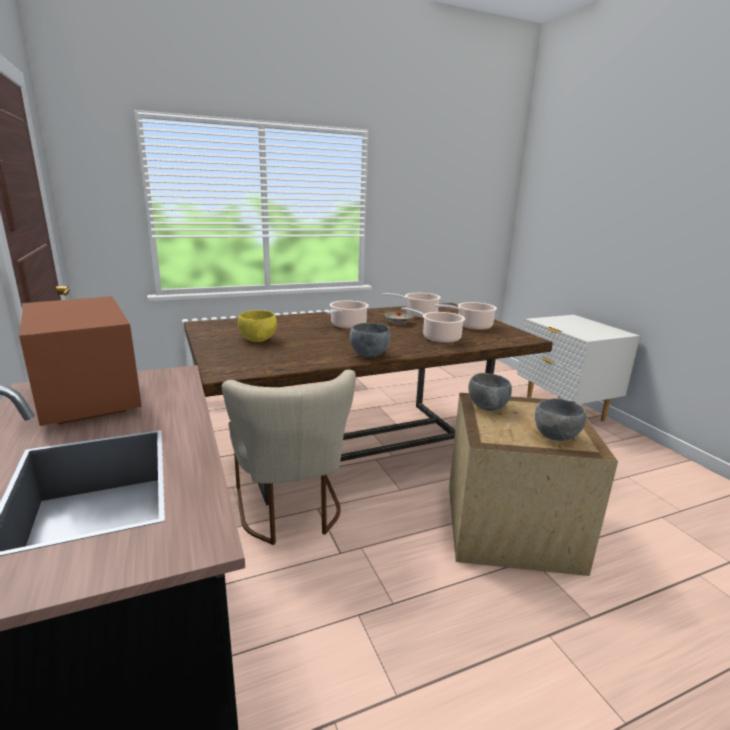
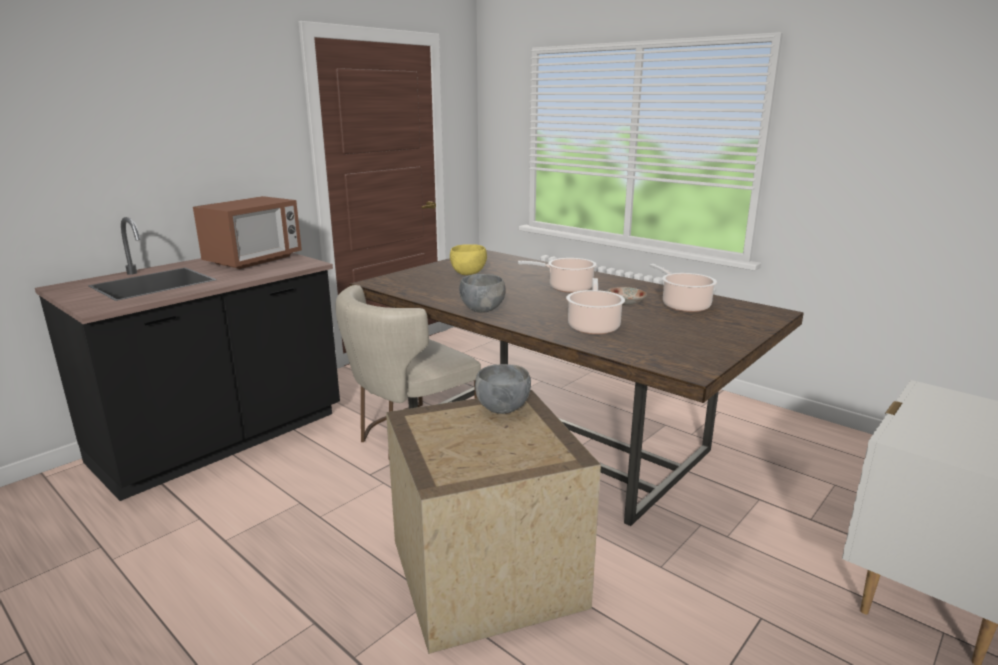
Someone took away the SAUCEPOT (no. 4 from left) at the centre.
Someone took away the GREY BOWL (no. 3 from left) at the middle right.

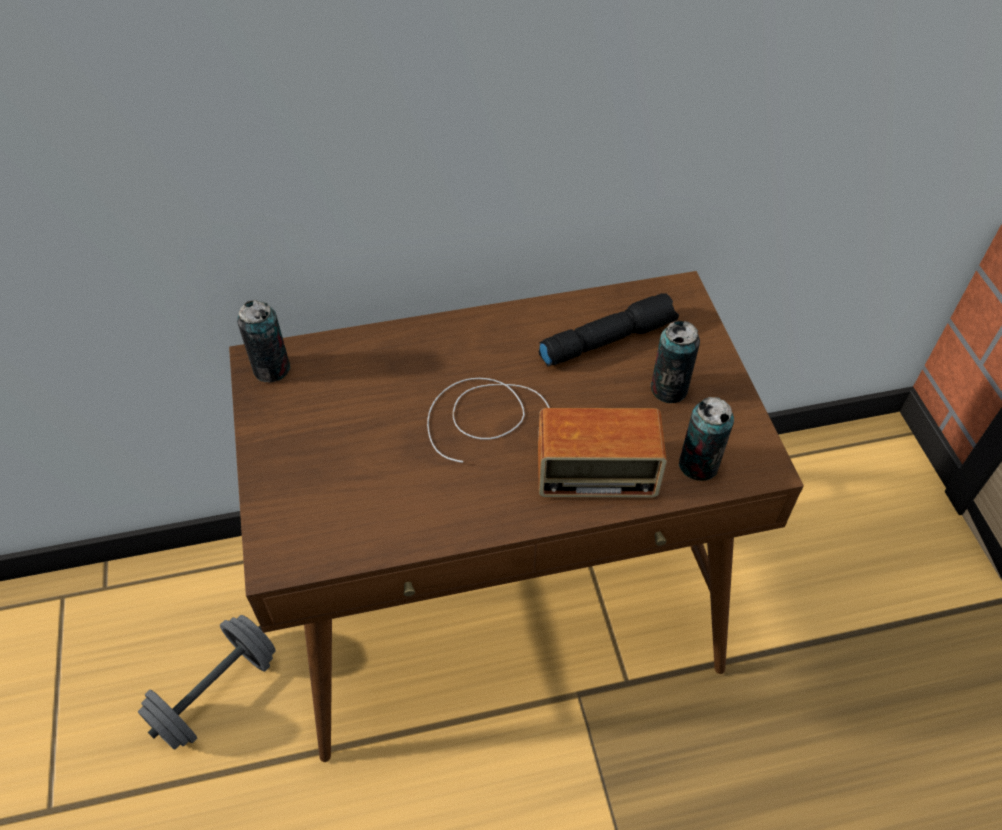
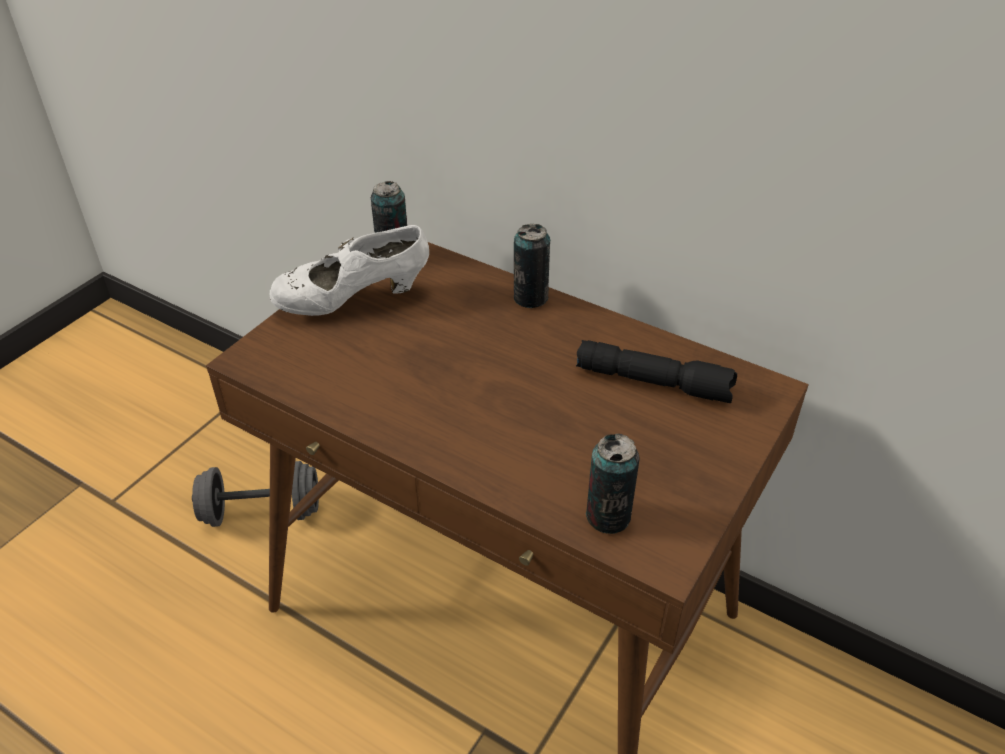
Someone carried the METAL CAN (no. 2 from left) from the middle right to the centre.
Someone took away the RADIO at the centre.
Someone put down the WHITE SHOE at the centre.

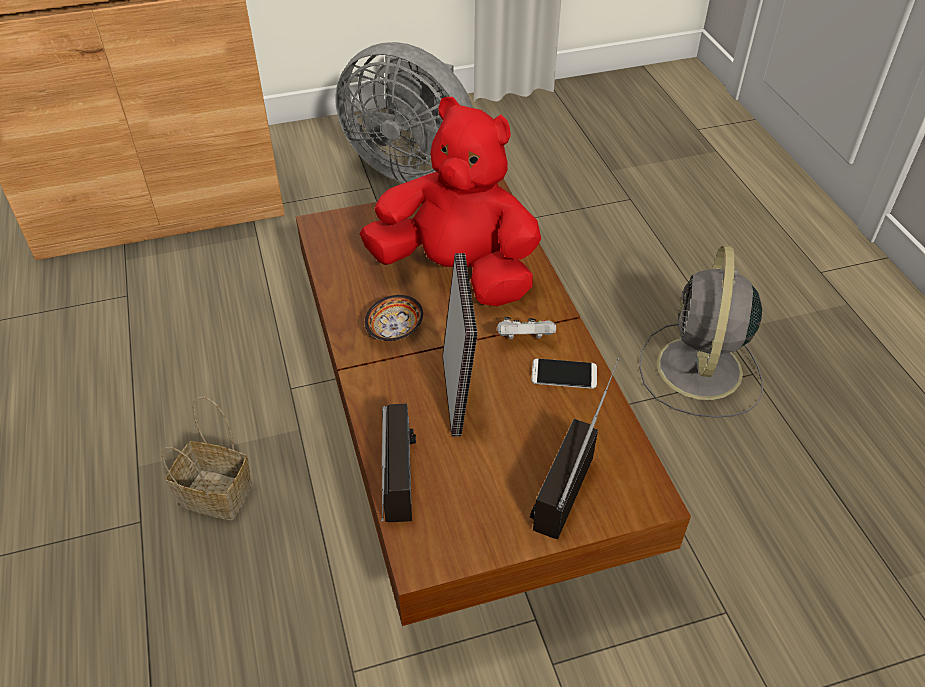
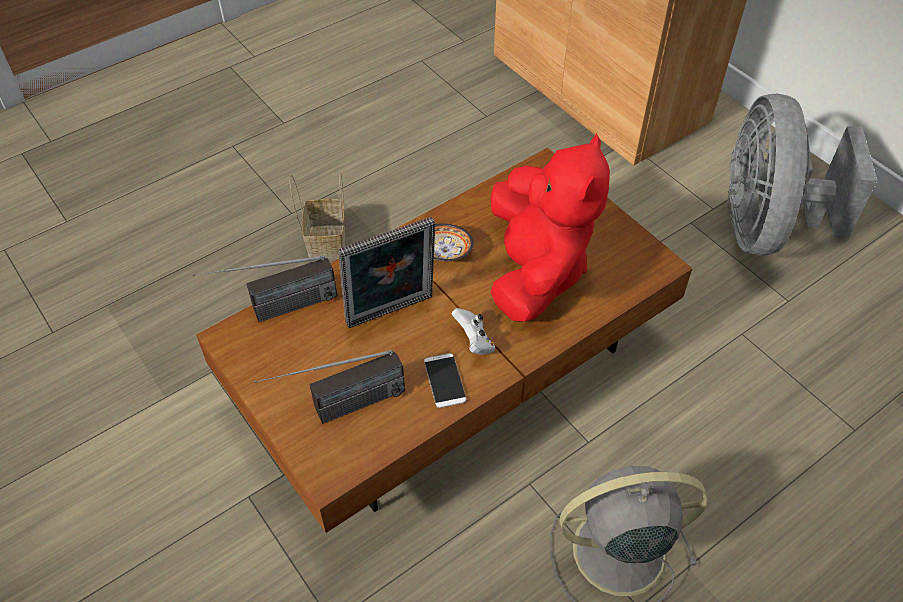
Someone rotated the RADIO (no. 2 from left) at the centre by 150 degrees clockwise.

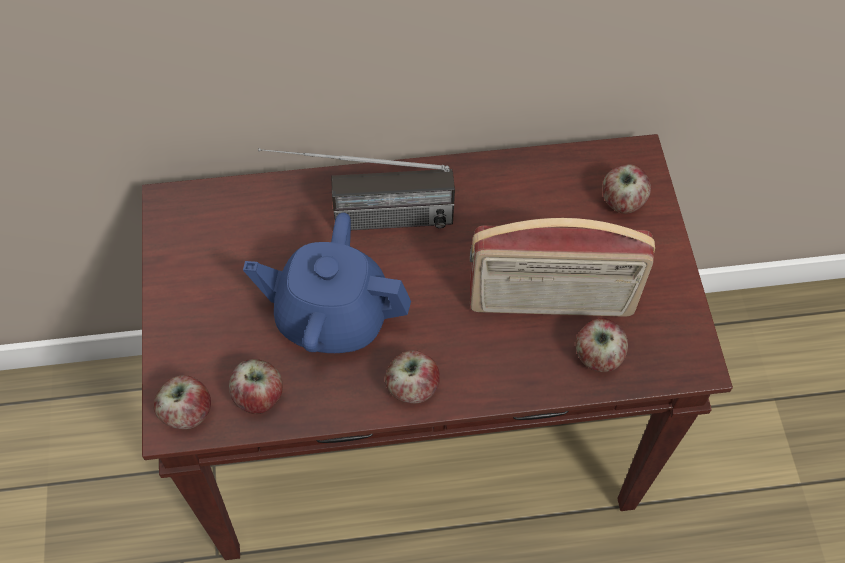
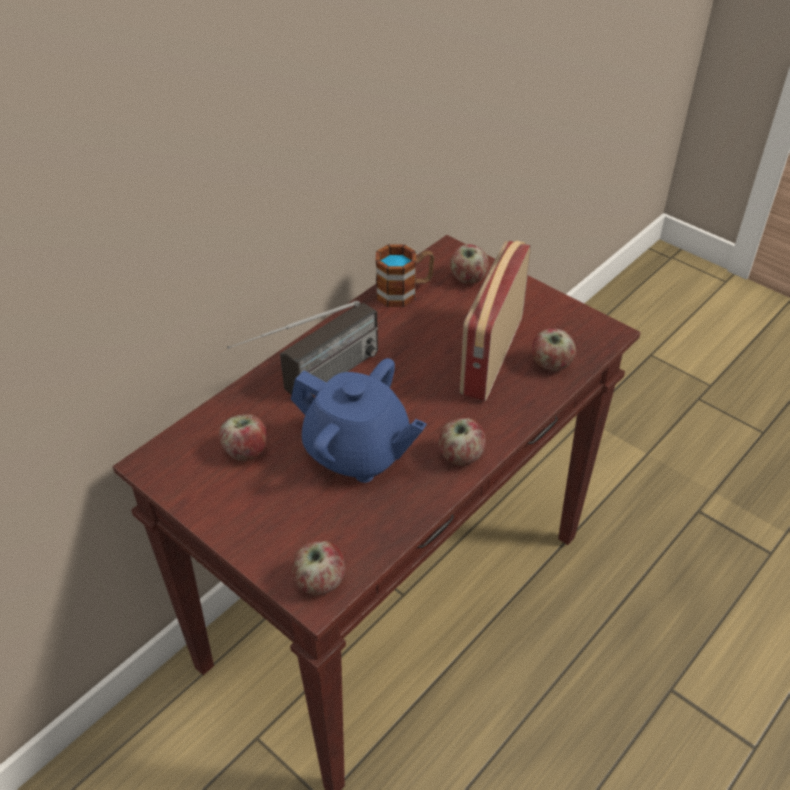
Someone rotated the BLUE-COLOURED TEAPOT at the centre by 120 degrees counterclockwise.
Someone rotated the RADIO (no. 2 from left) at the centre by 150 degrees clockwise.
Someone carried the APPLE (no. 2 from left in the first image) from the bottom left to the middle left.
Someone put down the COFFEE MUG at the centre.

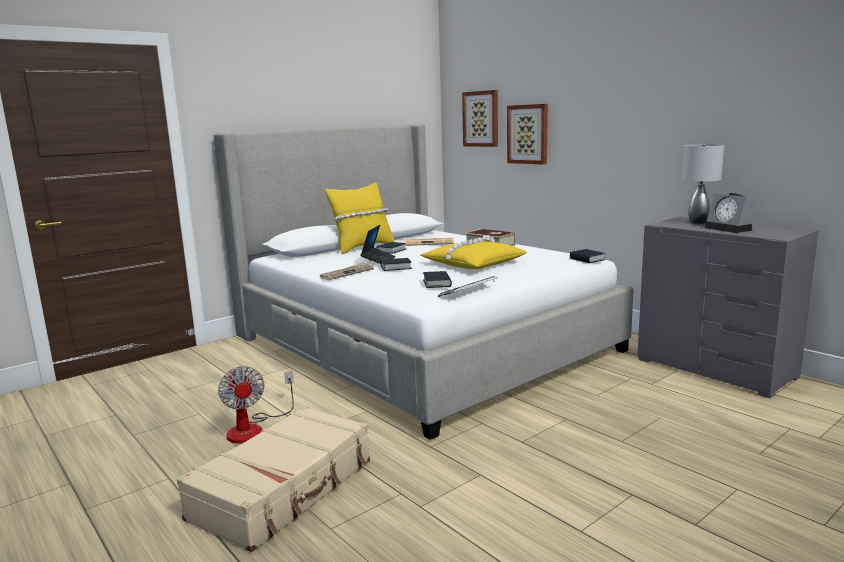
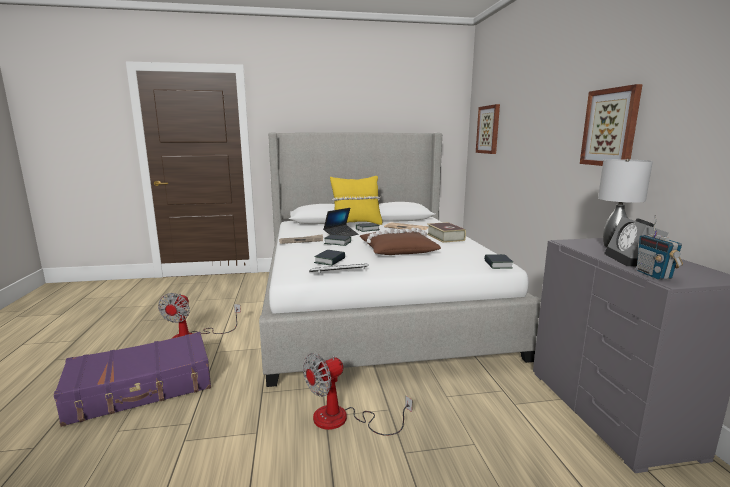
Someone carried the PICTURE (no. 2 from left) from the top centre to the top right.
Someone repainted the YELLOWISH CUSHION (no. 2 from left) at the centre, which became the BROWN CUSHION at the centre.
Someone repainted the BEIGE SUITCASE at the bottom left, which became the PURPLISH SUITCASE at the bottom left.
Someone put down the RADIO at the middle right.
Someone put down the COOLING FAN (no. 2 from left) at the bottom centre.

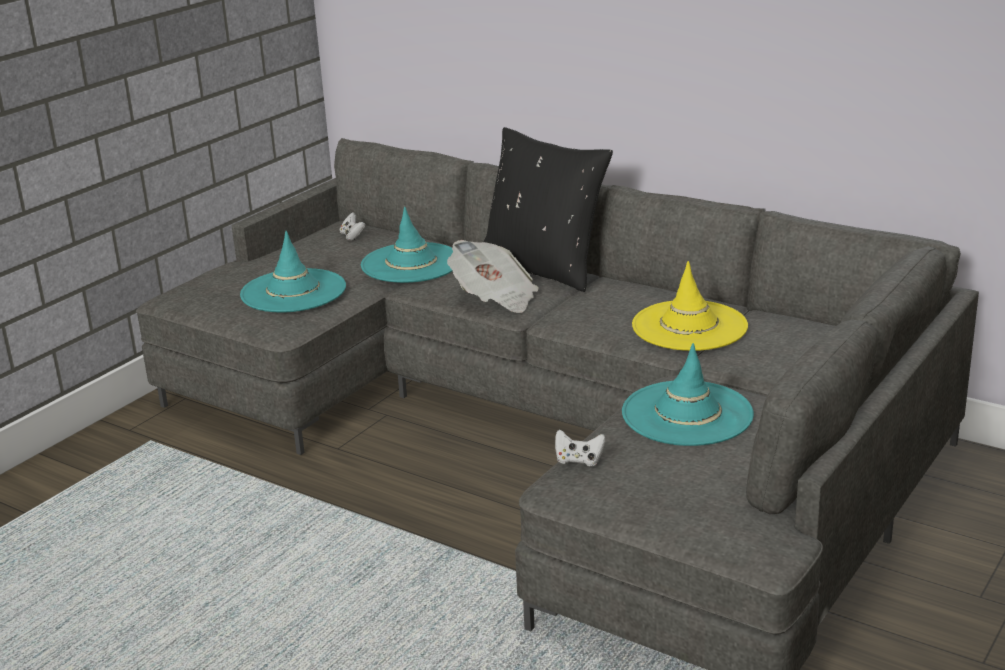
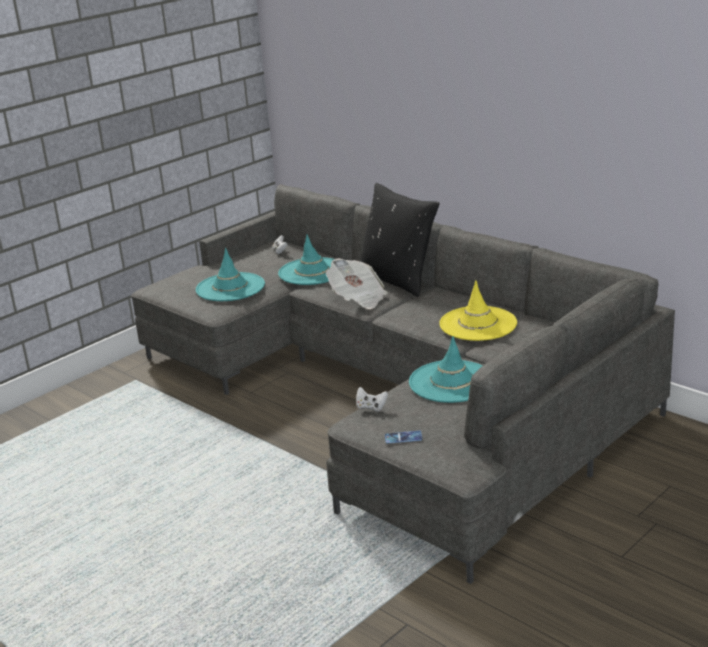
Someone put down the PHONE at the bottom centre.

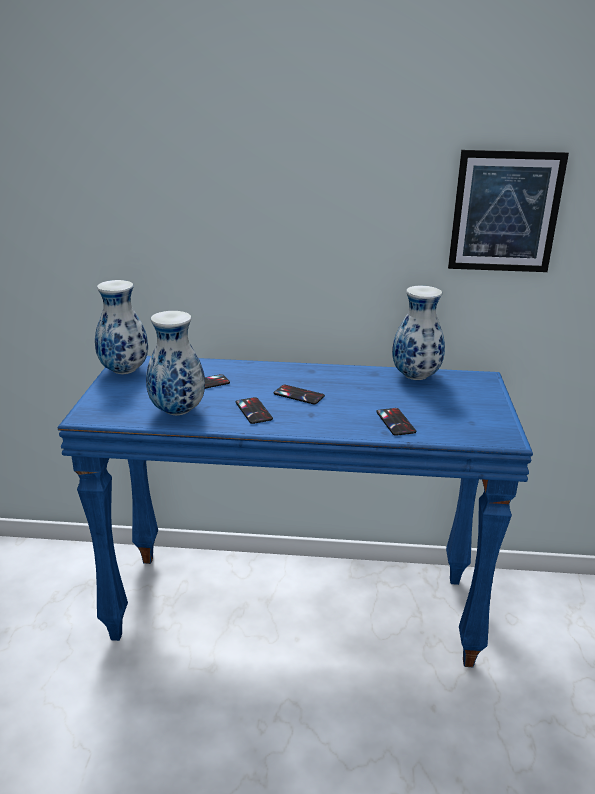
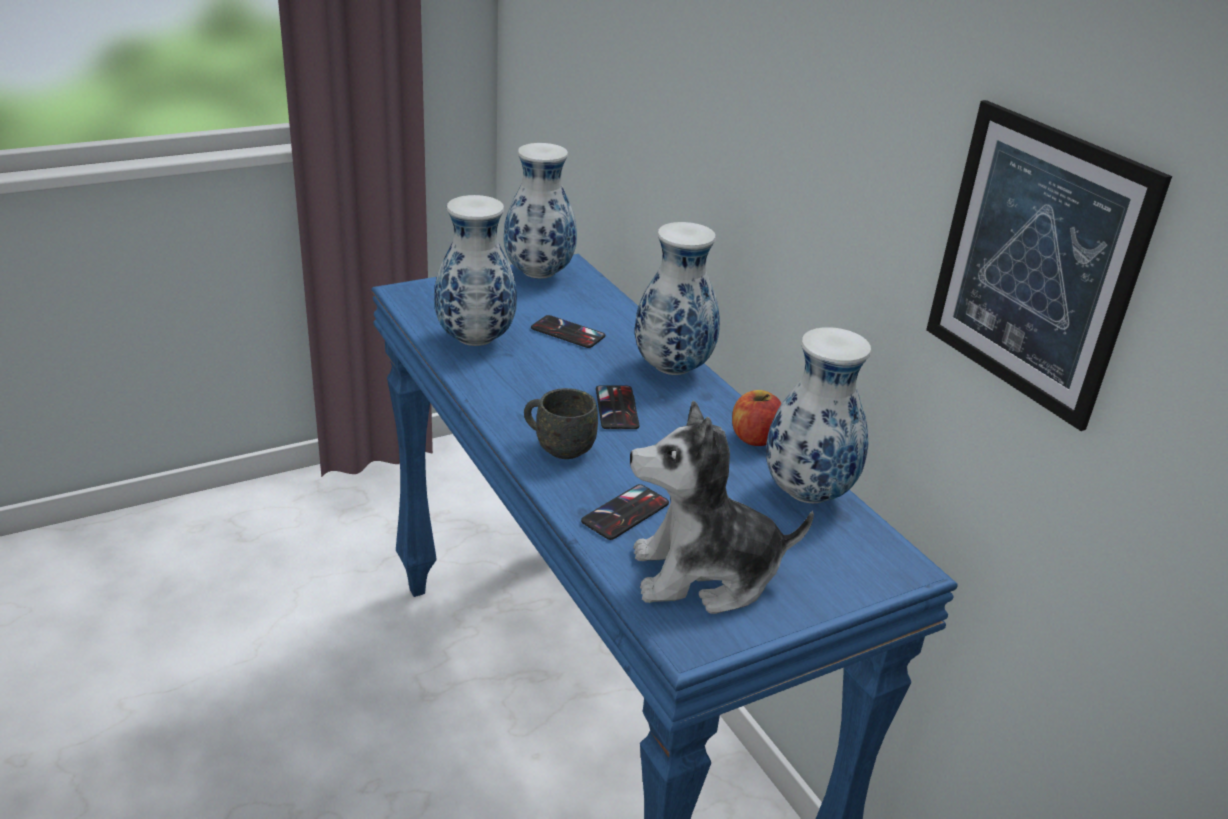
Someone took away the PHONE (no. 2 from left) at the centre.
Someone put down the VASE (no. 3 from left) at the centre.
Someone put down the GREY COFFEE MUG at the centre.
Someone put down the APPLE at the centre.
Someone put down the SOFT TOY at the centre.

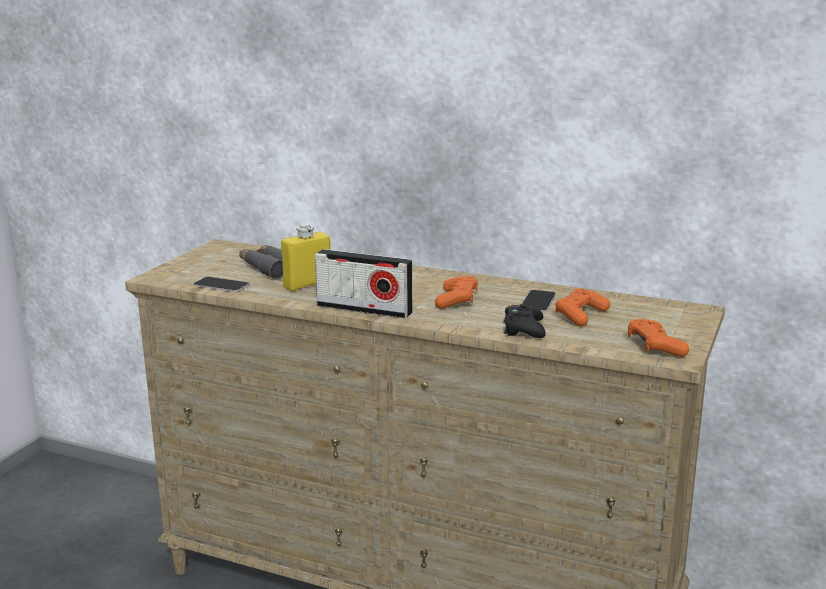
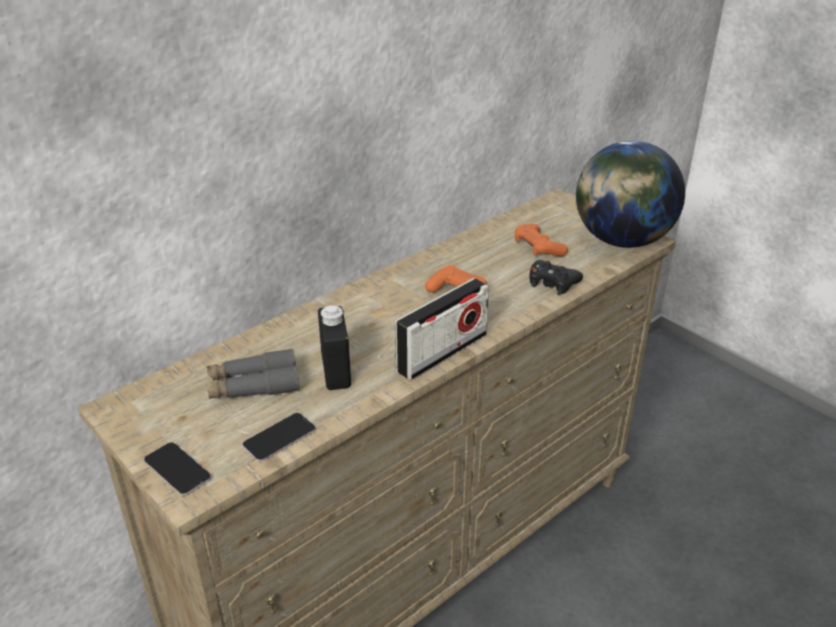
Someone repainted the YELLOWISH BOTTLE at the centre, which became the BLACK-COLOURED BOTTLE at the centre.
Someone carried the PHONE (no. 2 from left in the first image) from the centre to the bottom left.
Someone swapped the ORANGEY GAME CONTROLLER (no. 3 from left) at the middle right for the DESK GLOBE at the top right.

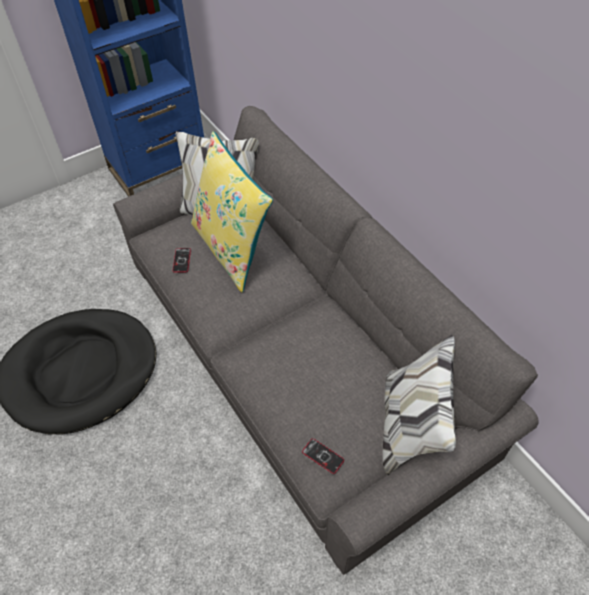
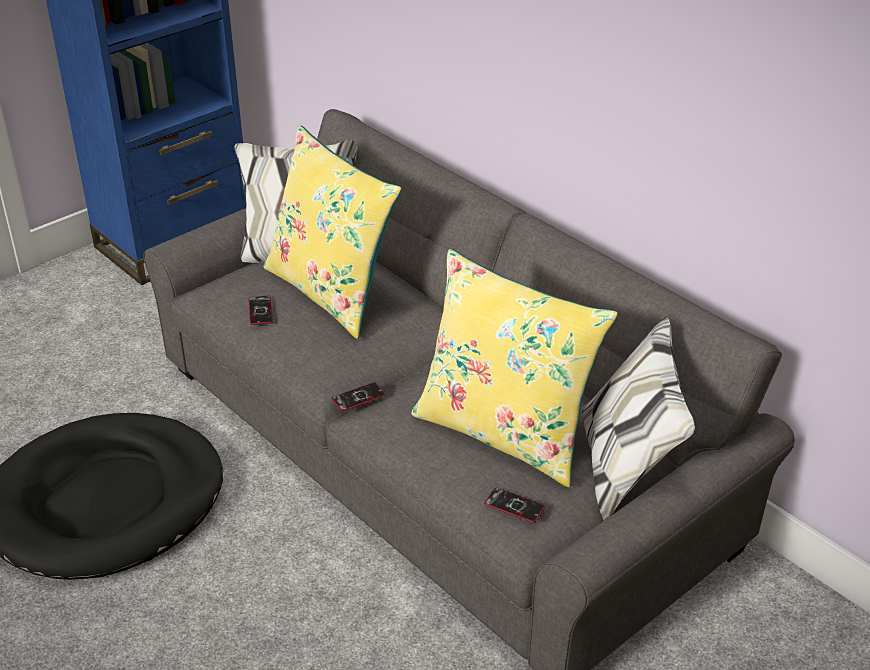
Someone put down the YELLOWISH CUSHION (no. 2 from left) at the centre.
Someone put down the PHONE (no. 2 from left) at the centre.

